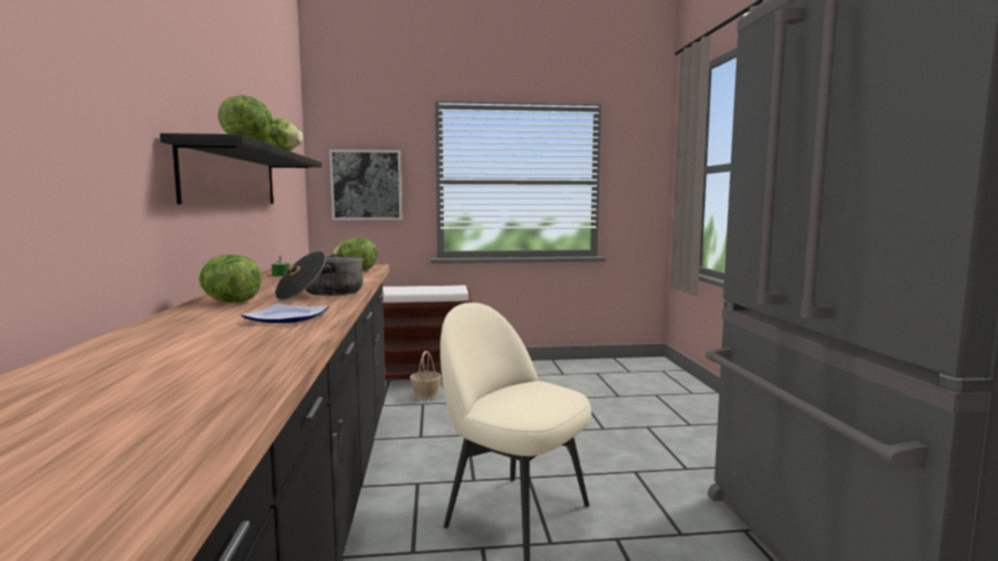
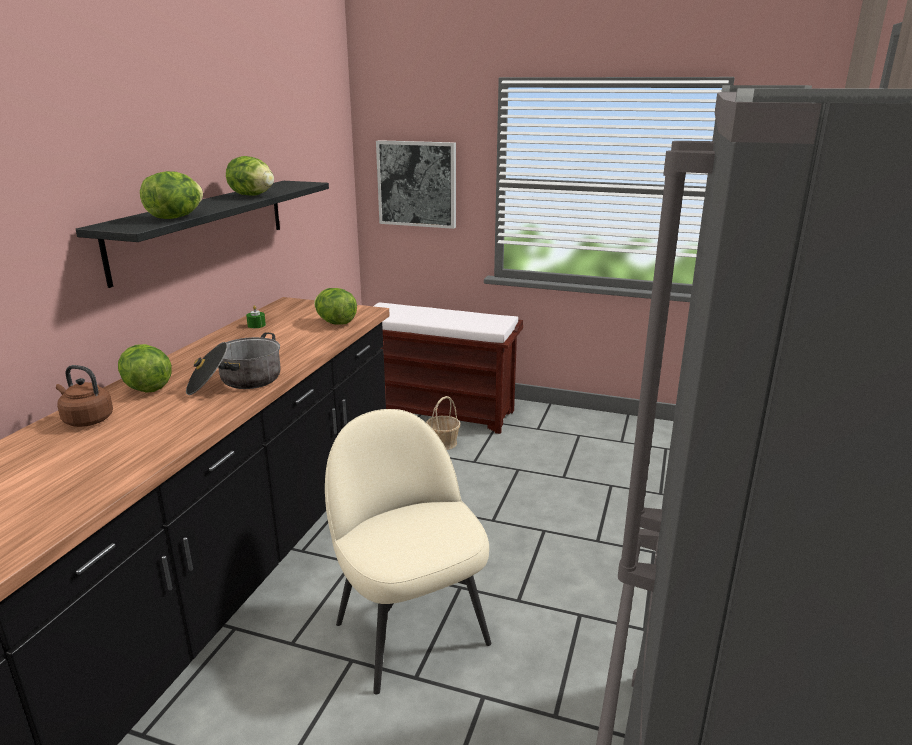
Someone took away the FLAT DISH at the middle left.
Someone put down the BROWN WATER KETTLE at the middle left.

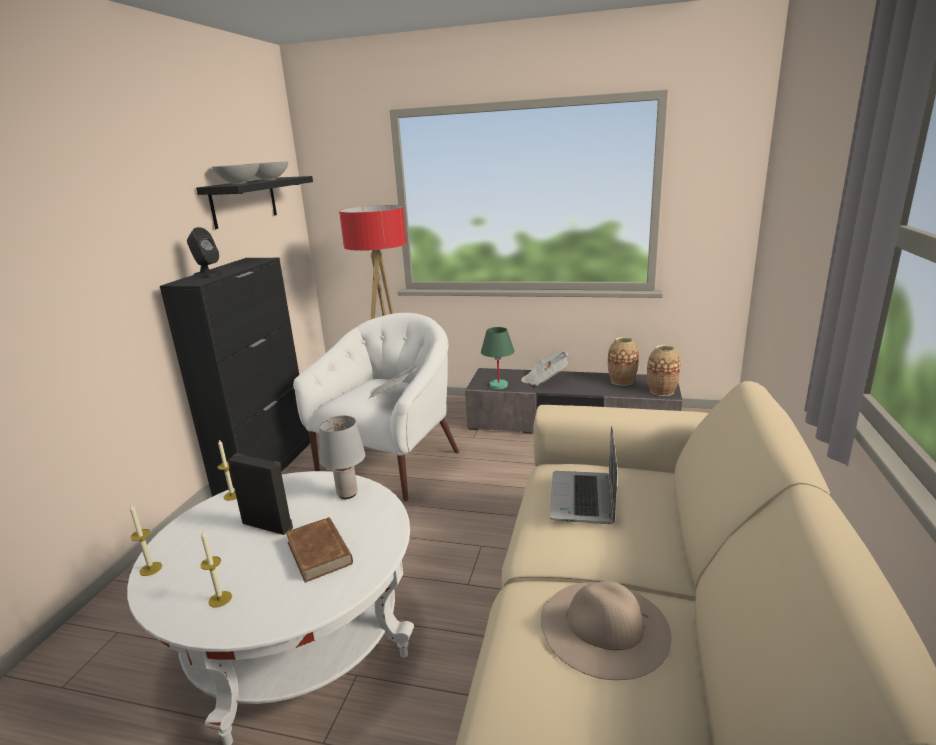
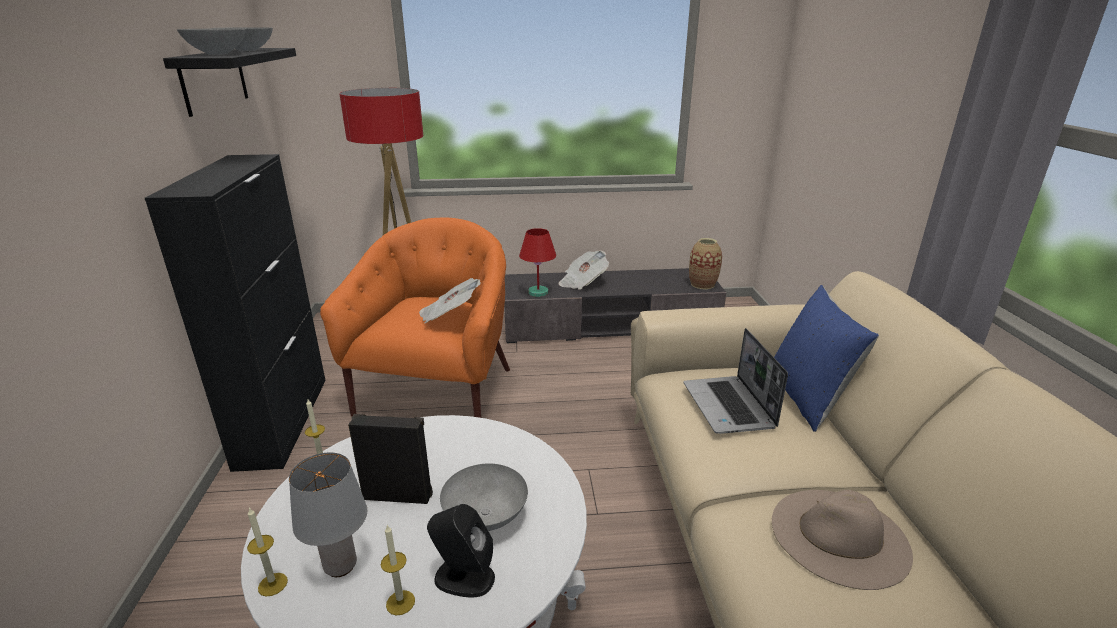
Someone carried the BLACK-COLOURED SPEAKER (no. 1 from left in the first image) from the middle left to the bottom centre.
Someone repainted the WHITE LOUNGE CHAIR at the centre, which became the ORANGEY LOUNGE CHAIR at the centre.
Someone repainted the GREEN-COLOURED TABLE LAMP at the centre, which became the RED TABLE LAMP at the centre.
Someone took away the VASE (no. 1 from left) at the centre.
Someone carried the GREY TABLE LAMP from the centre to the bottom left.
Someone swapped the BROWN VOLUME at the bottom centre for the GREY BOWL (no. 3 from left) at the bottom centre.
Someone put down the BLUE-COLOURED CUSHION at the middle right.

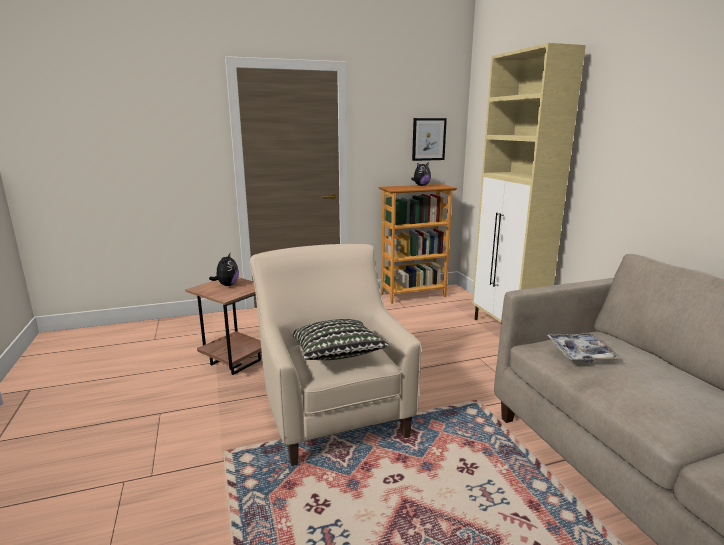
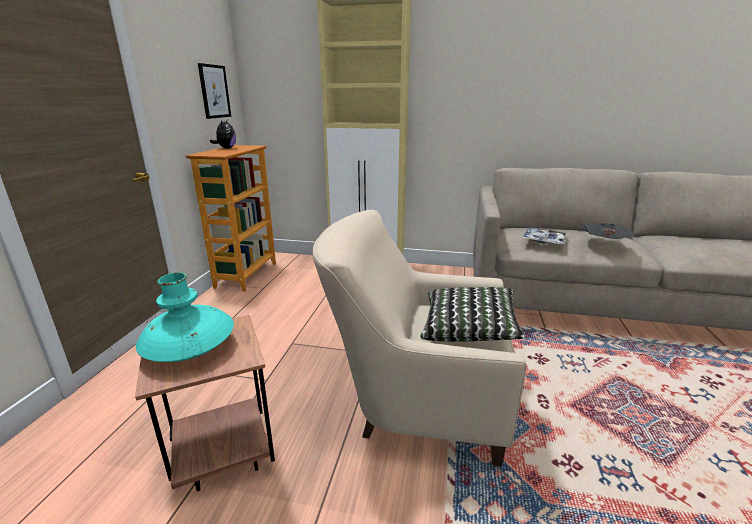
Someone swapped the SOFT TOY (no. 1 from left) at the middle left for the TURQUOISE VASE at the middle left.
Someone put down the PRINTED PAPER at the middle right.

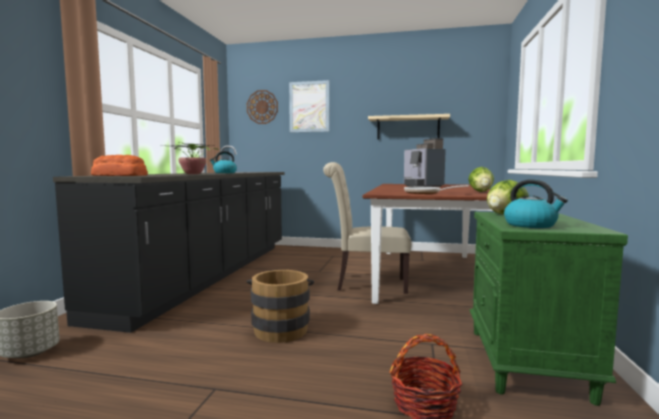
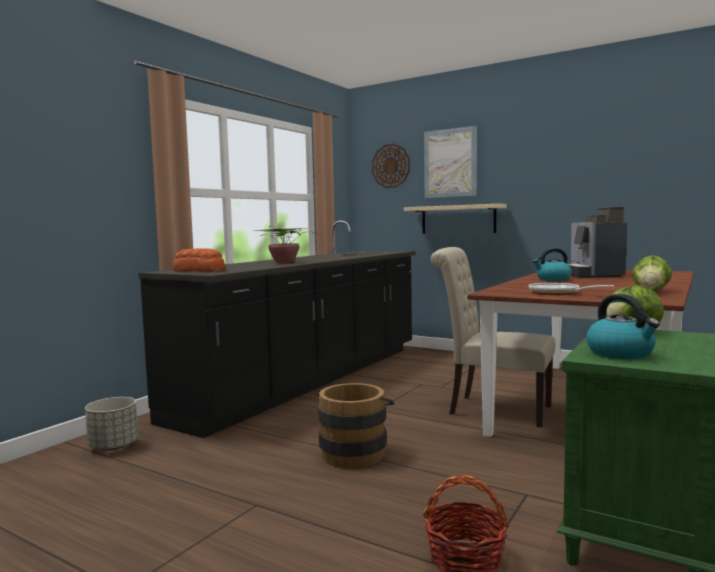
Someone carried the BEIGE SHELF from the top centre to the centre.
Someone carried the WATER KETTLE (no. 1 from left) from the centre to the middle right.

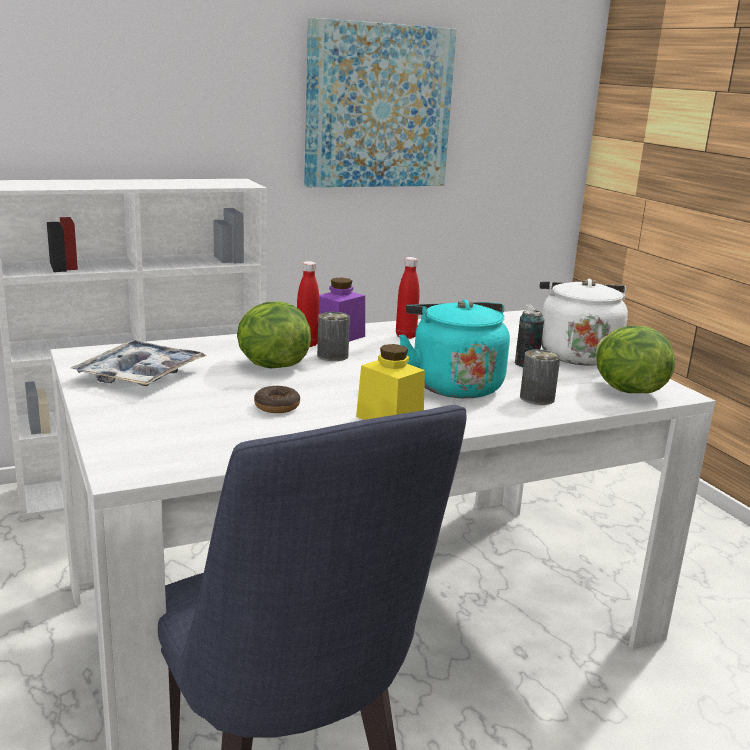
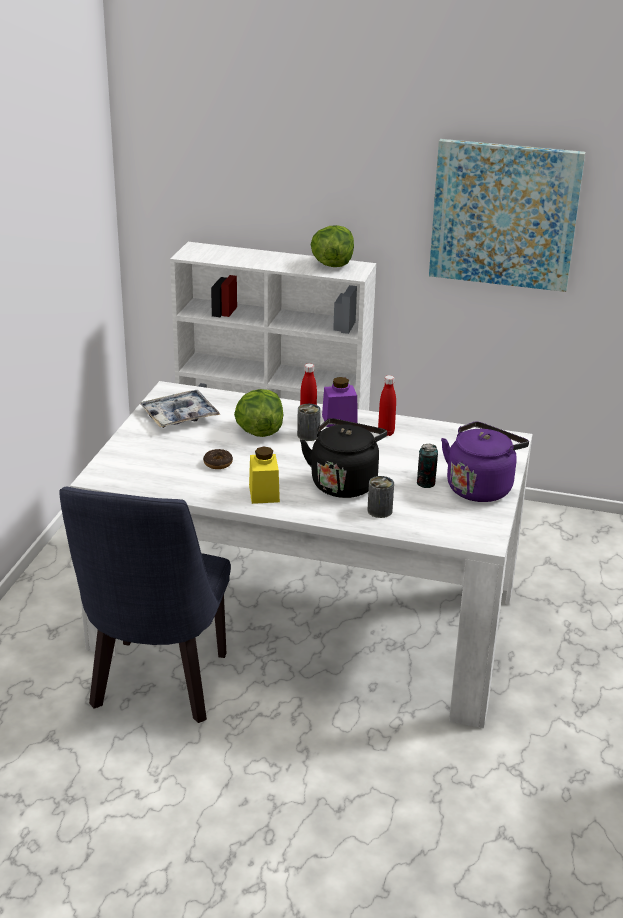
Someone repainted the WHITE WATER KETTLE at the middle right, which became the PURPLISH WATER KETTLE at the middle right.
Someone repainted the TURQUOISE WATER KETTLE at the centre, which became the BLACK-COLOURED WATER KETTLE at the centre.
Someone carried the HEAD OF LETTUCE (no. 2 from left) from the middle right to the top centre.

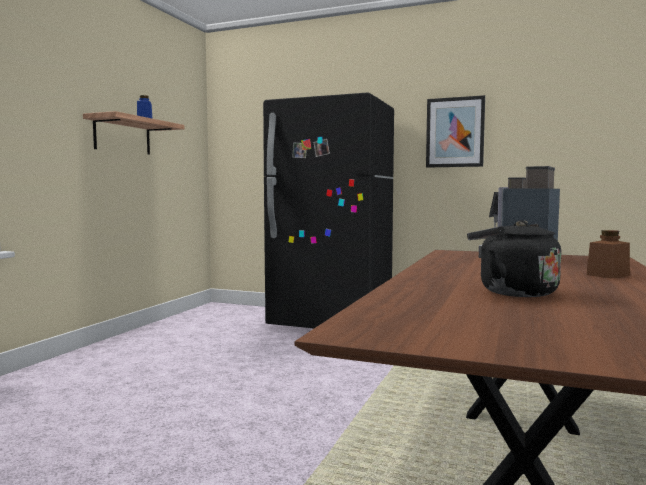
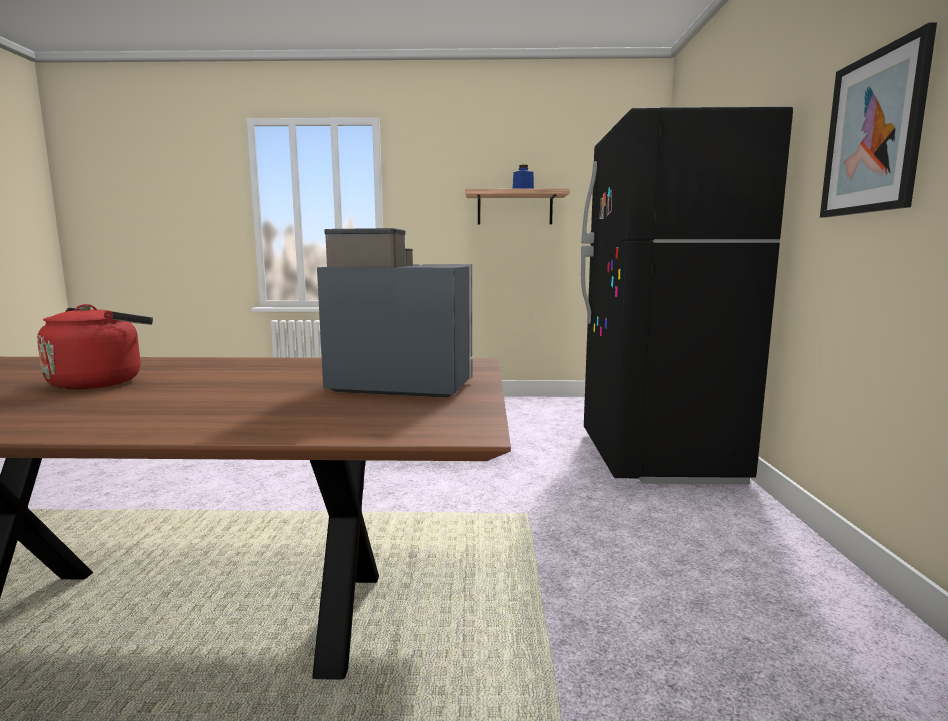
Someone repainted the BLACK-COLOURED WATER KETTLE at the middle right, which became the RED WATER KETTLE at the middle left.
Someone took away the BROWN STORAGE JAR at the middle right.

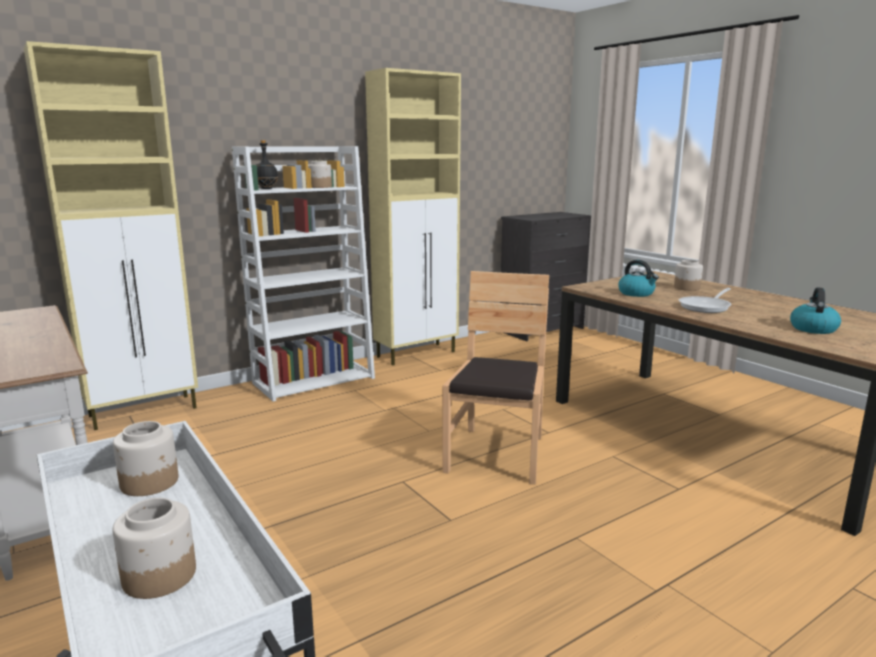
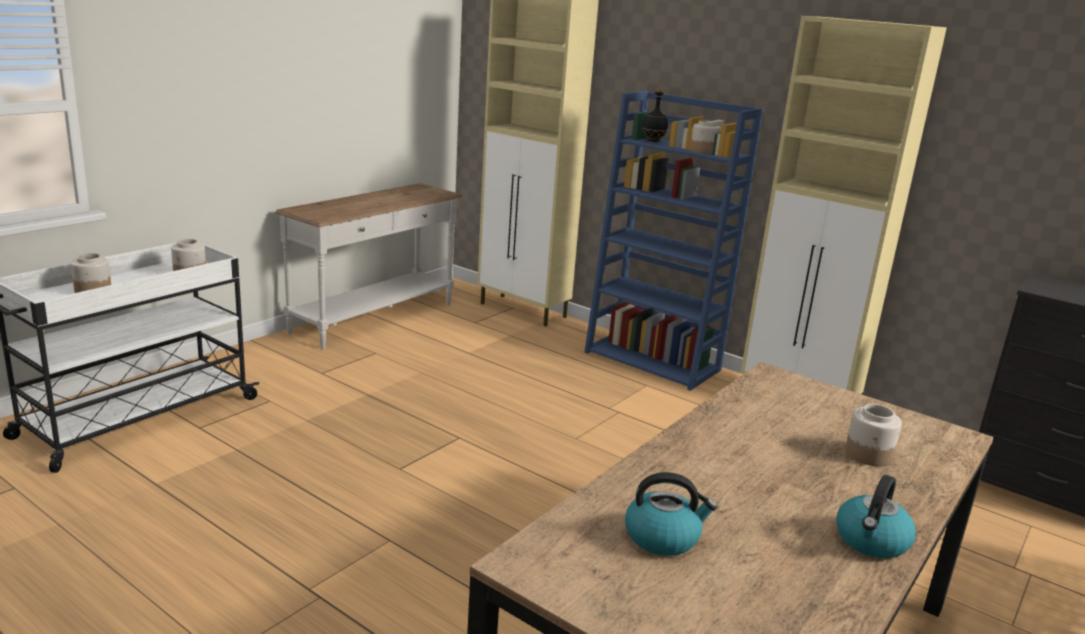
Someone repainted the WHITE BOOKSHELF at the centre, which became the BLUE-COLOURED BOOKSHELF at the centre.
Someone carried the WATER KETTLE (no. 1 from left in the first image) from the middle right to the bottom right.
Someone took away the BROWN UPRIGHT CHAIR at the centre.
Someone took away the PAN at the middle right.

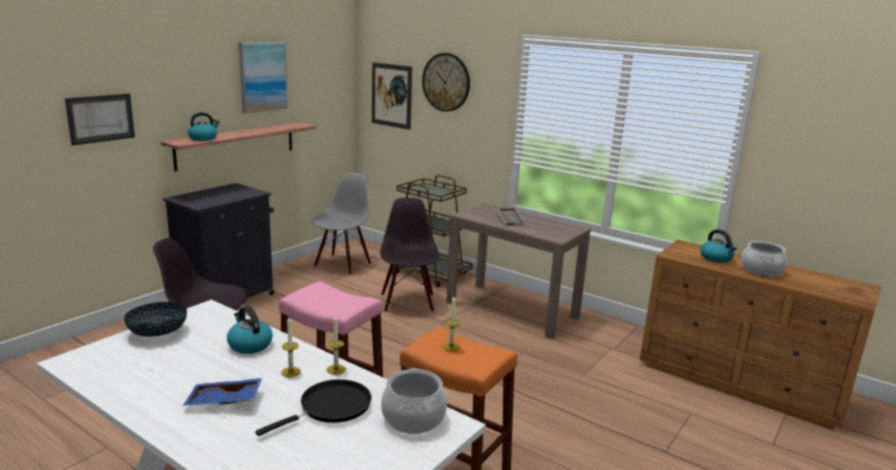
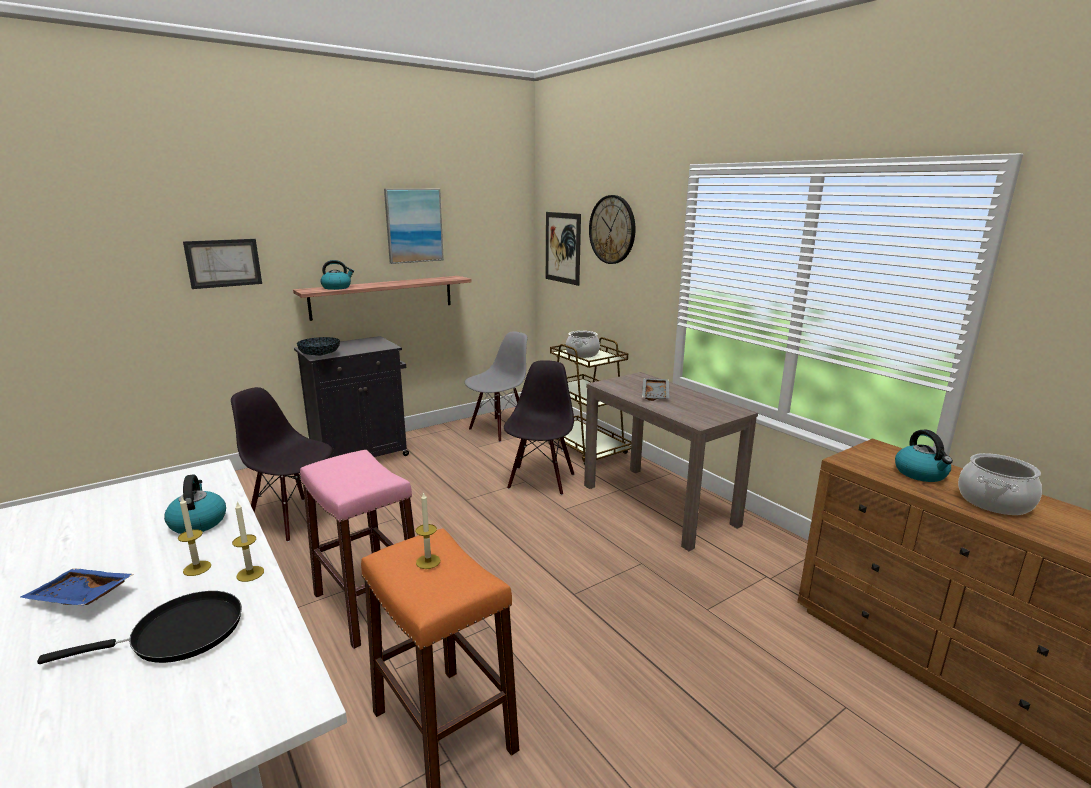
Someone carried the BOWL from the bottom left to the middle left.
Someone carried the SAUCEPOT (no. 1 from left) from the bottom centre to the centre.

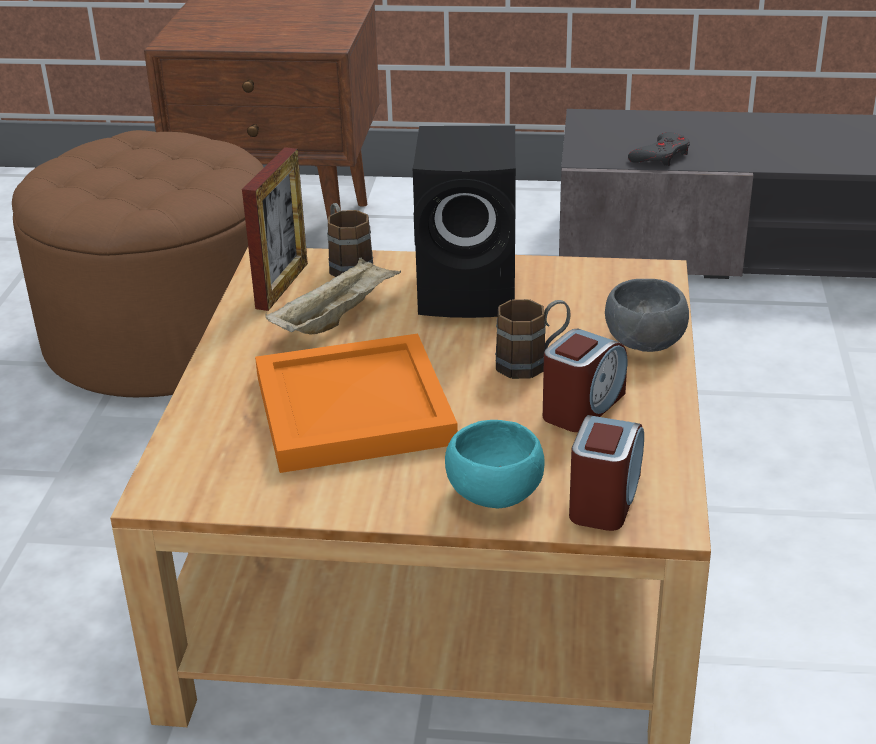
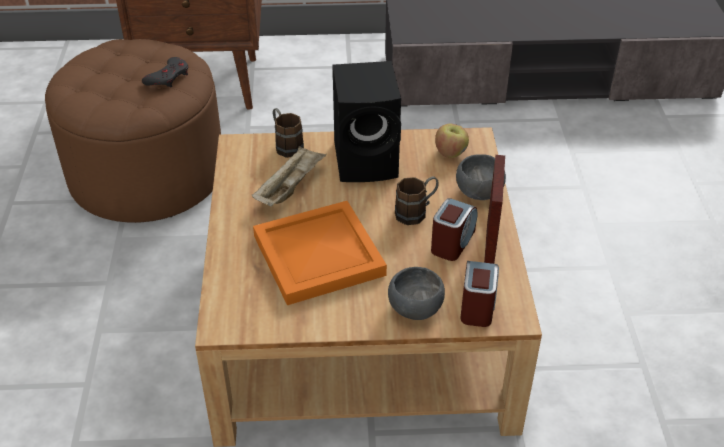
Someone carried the GREY GAME CONTROLLER from the top right to the top left.
Someone carried the STANDING FRAME from the top left to the middle right.
Someone repainted the TURQUOISE BOWL at the centre, which became the GREY BOWL (no. 1 from left) at the centre.
Someone put down the APPLE at the top centre.

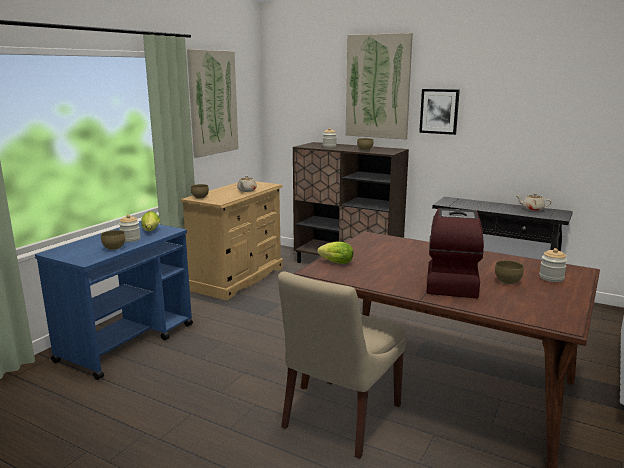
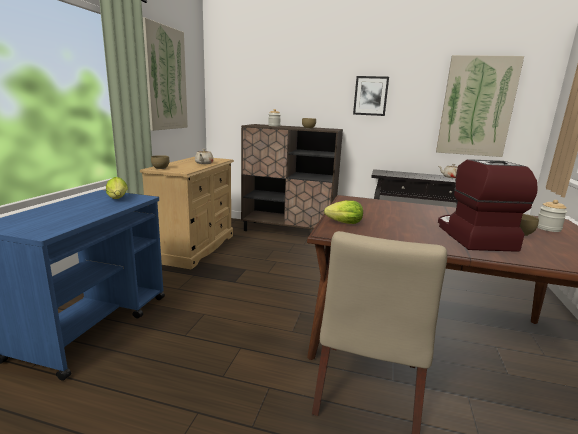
Someone carried the PICTURE (no. 2 from left in the first image) from the top centre to the top right.
Someone took away the STORAGE JAR (no. 1 from left) at the middle left.
Someone took away the BROWN BOWL (no. 1 from left) at the middle left.

